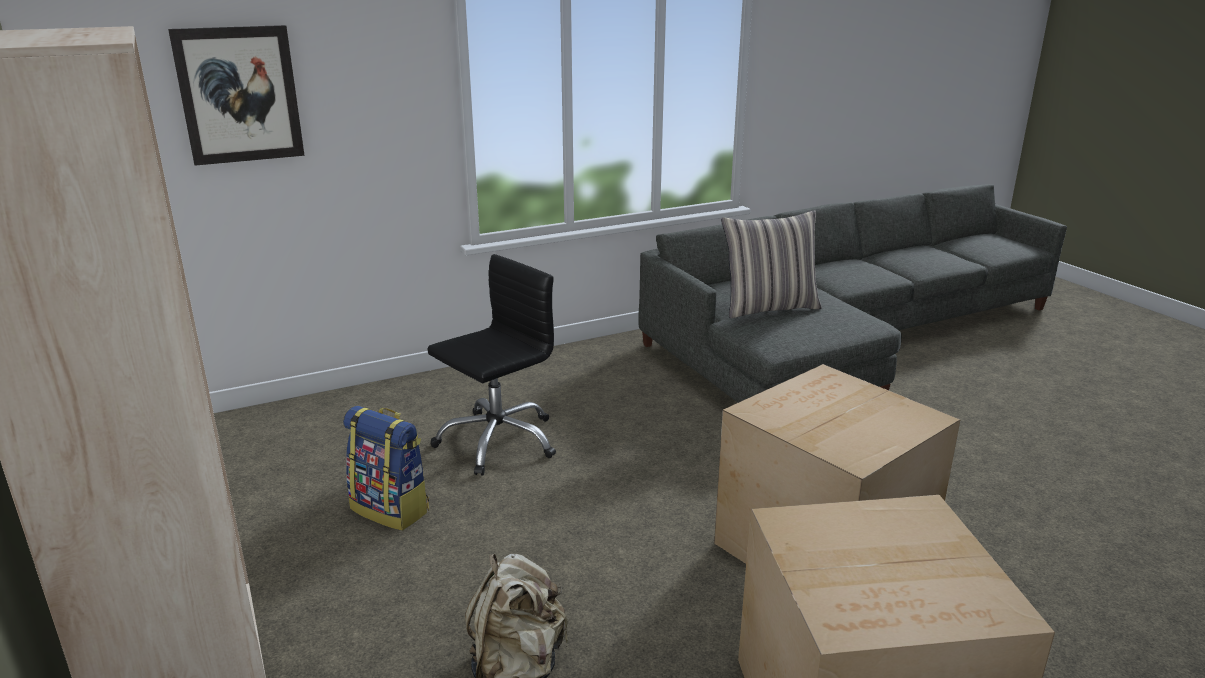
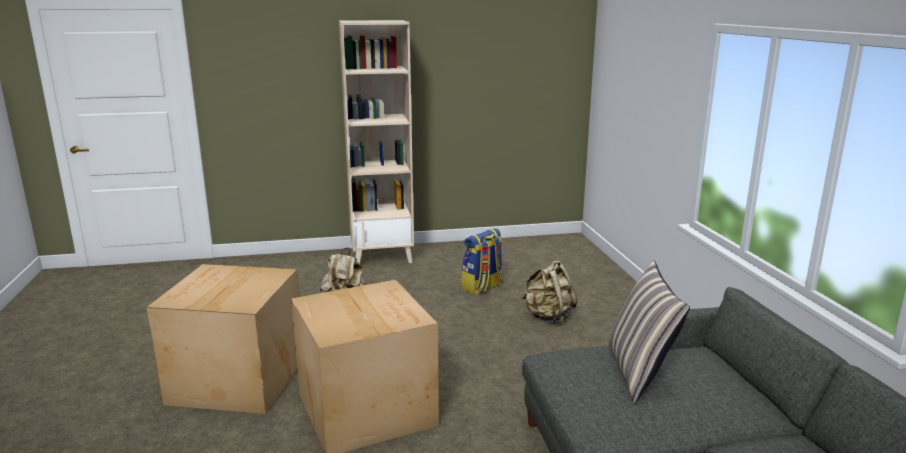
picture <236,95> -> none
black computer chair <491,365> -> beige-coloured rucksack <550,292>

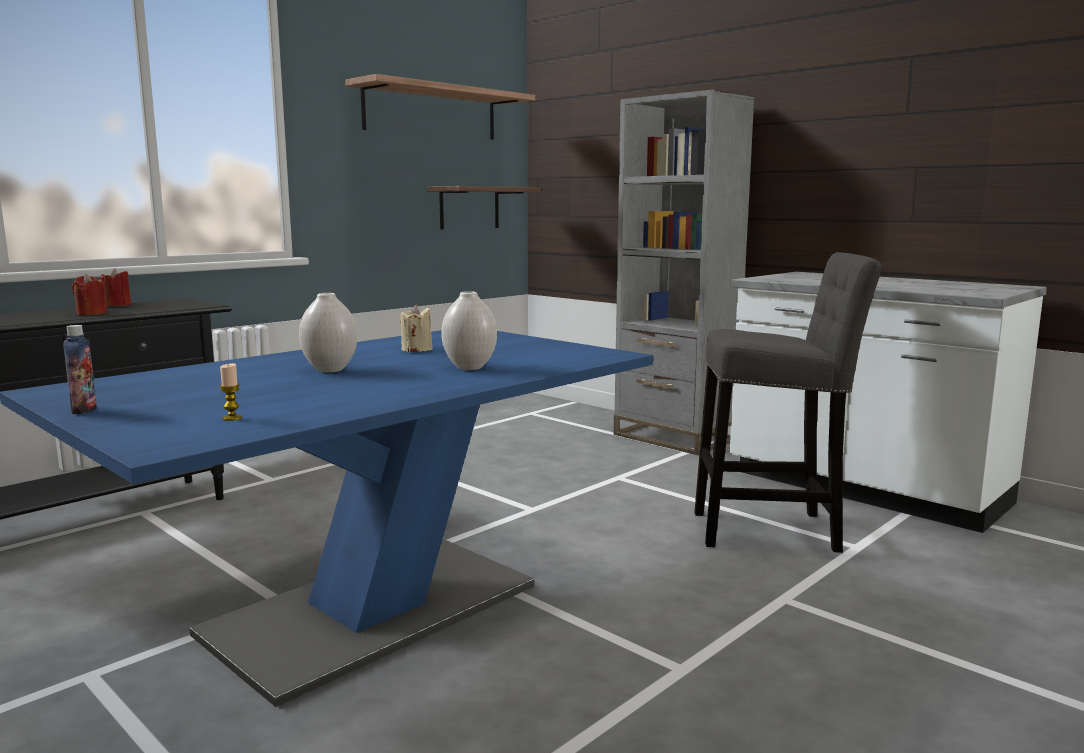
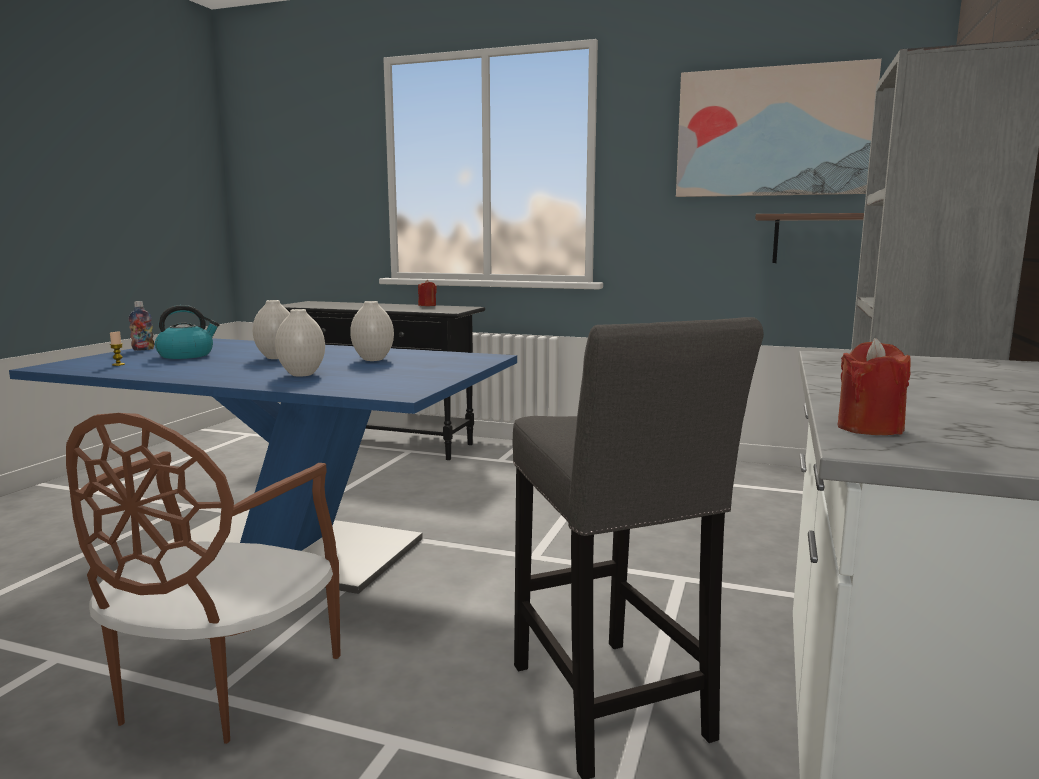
wall shelf <440,107> -> picture <778,128>
red-coloured candle <89,294> -> red-coloured candle <874,386>, moved
beige-coloured candle <416,328> -> white-coloured flower vase <372,331>
none -> water kettle <187,332>
none -> brownish plain chair <203,578>

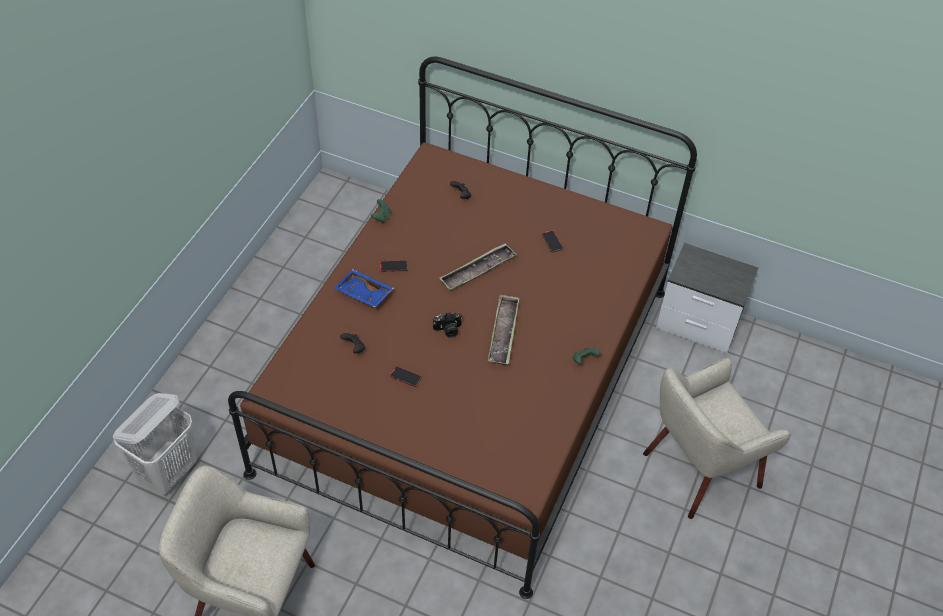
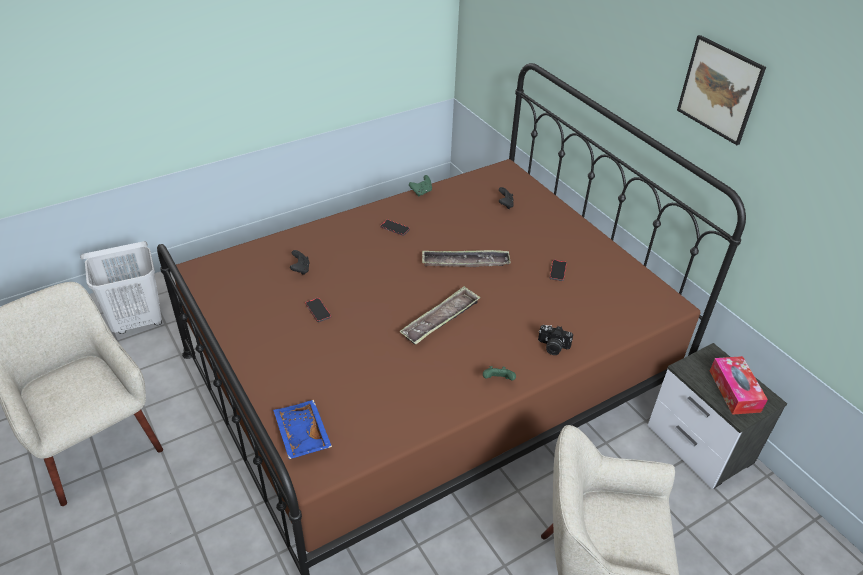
bluish carrying tray <364,288> -> bluish carrying tray <302,429>, moved
photo camera <447,325> -> photo camera <555,340>, moved
none -> picture <721,90>
none -> tissue holder <739,385>

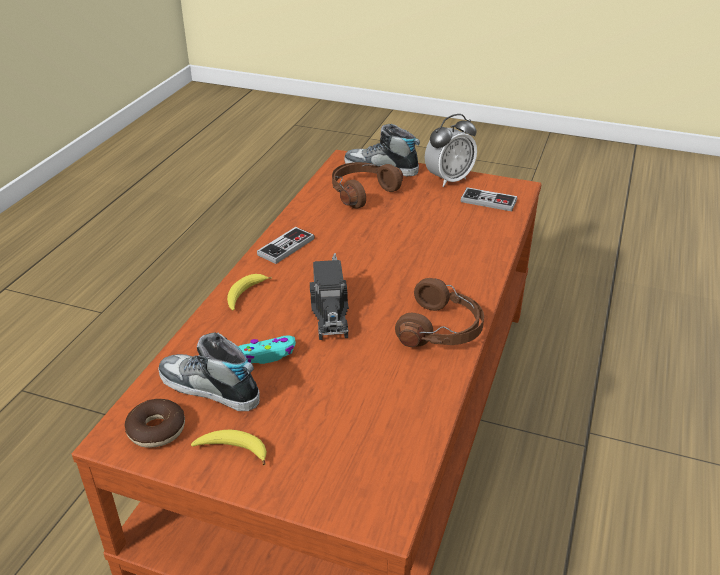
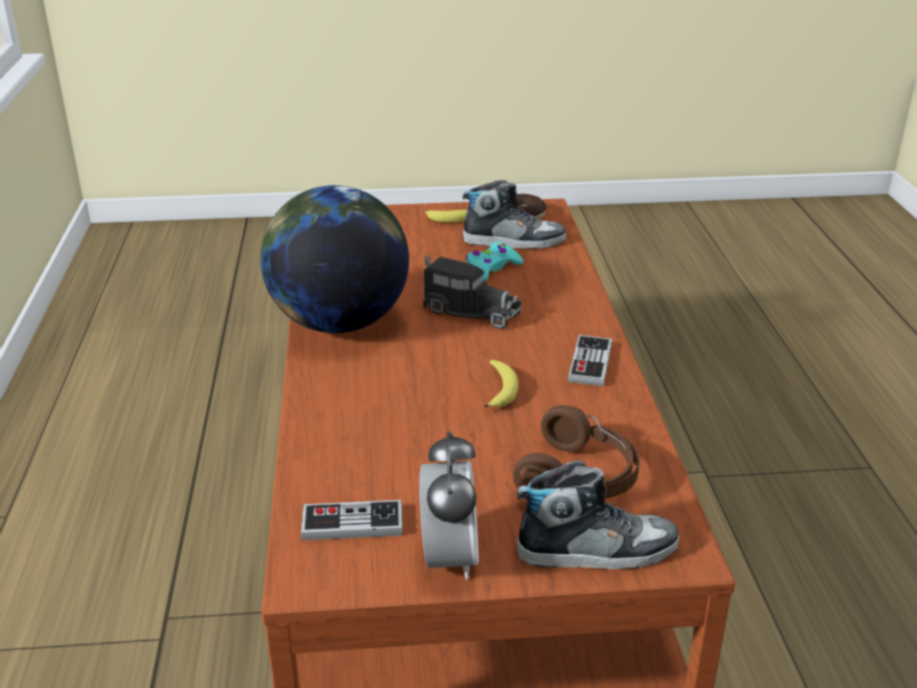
alarm clock <451,150> -> alarm clock <448,505>, 150 degrees clockwise
toy lorry <329,296> -> toy lorry <472,292>, 150 degrees clockwise
banana <249,292> -> banana <500,384>, moved
brownish headset <439,312> -> world globe <334,259>

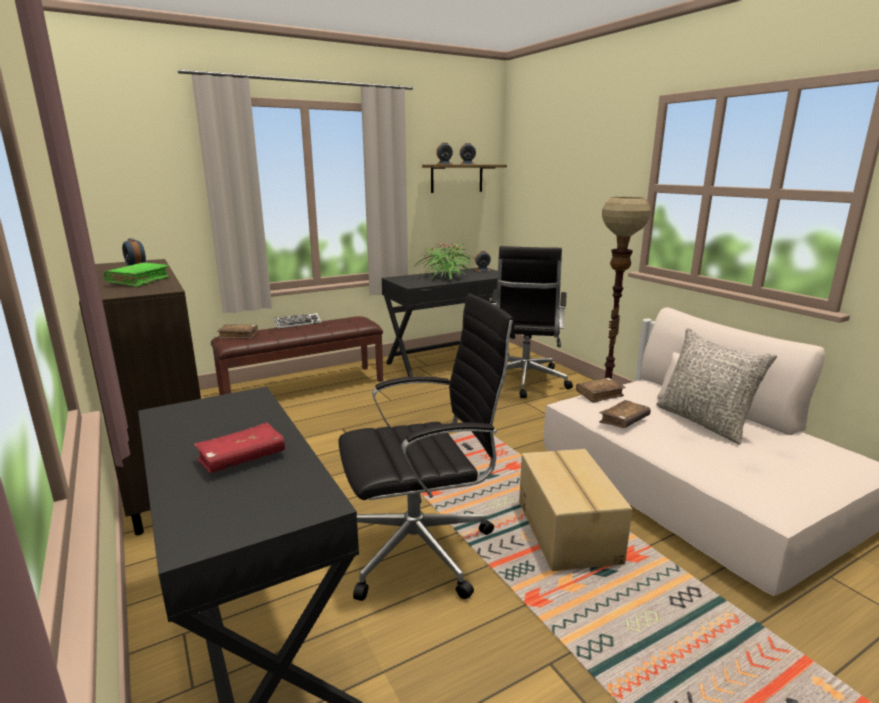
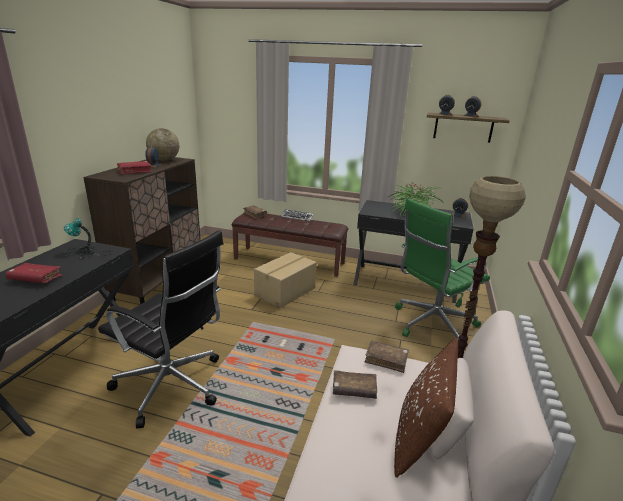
black computer chair <532,322> -> green-coloured computer chair <442,269>
green-coloured bound book <137,274> -> red-coloured bound book <134,168>
greyish cushion <716,386> -> brownish cushion <426,408>
packing box <575,510> -> packing box <285,280>, moved
none -> world globe <162,144>
none -> table lamp <88,238>

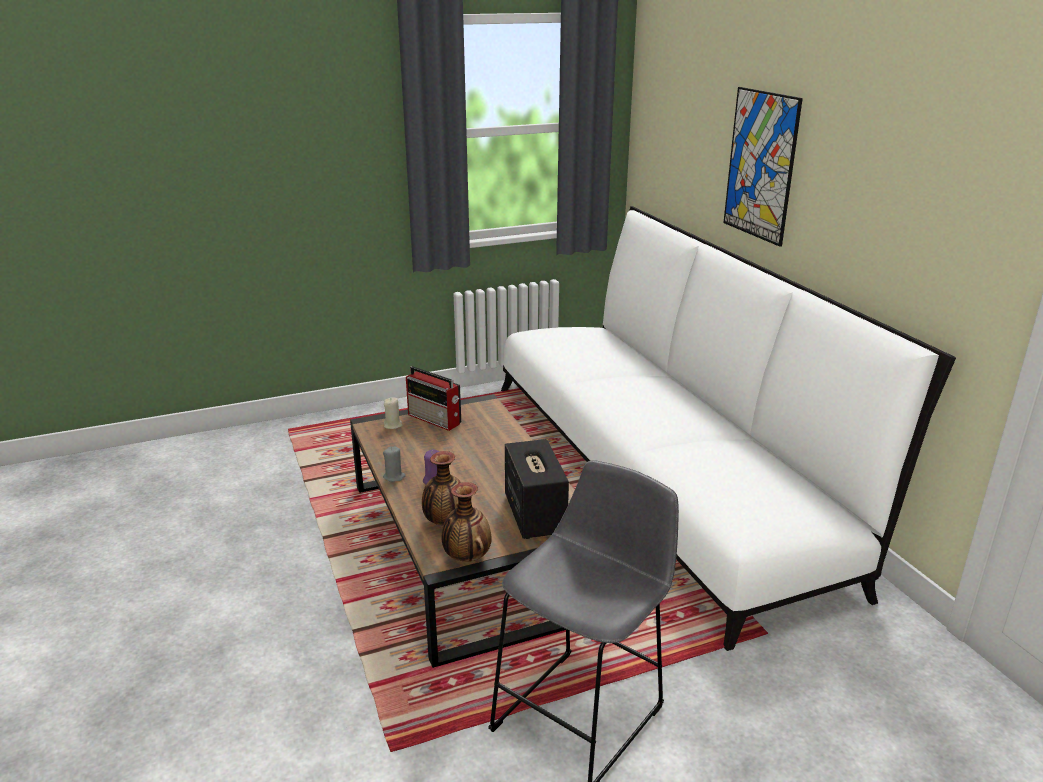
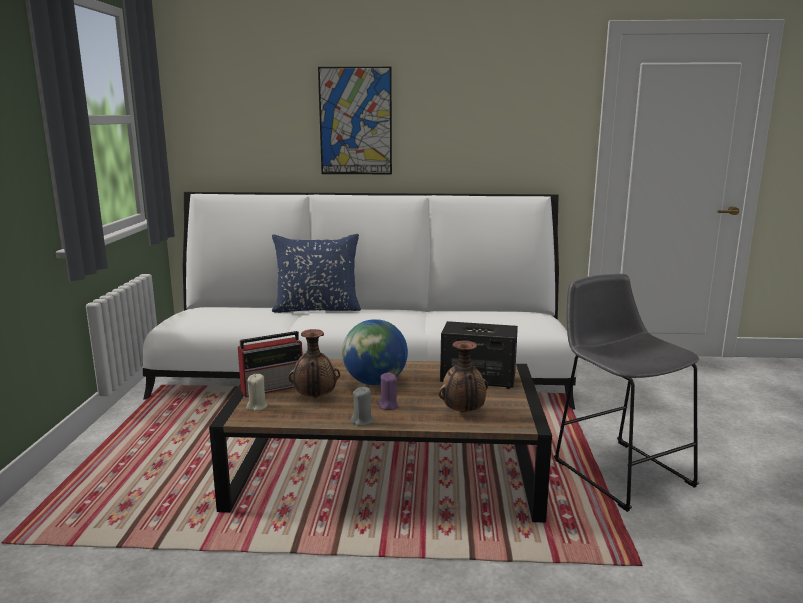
flower vase <467,522> -> flower vase <314,363>, moved
none -> bluish cushion <316,273>
none -> world globe <375,352>

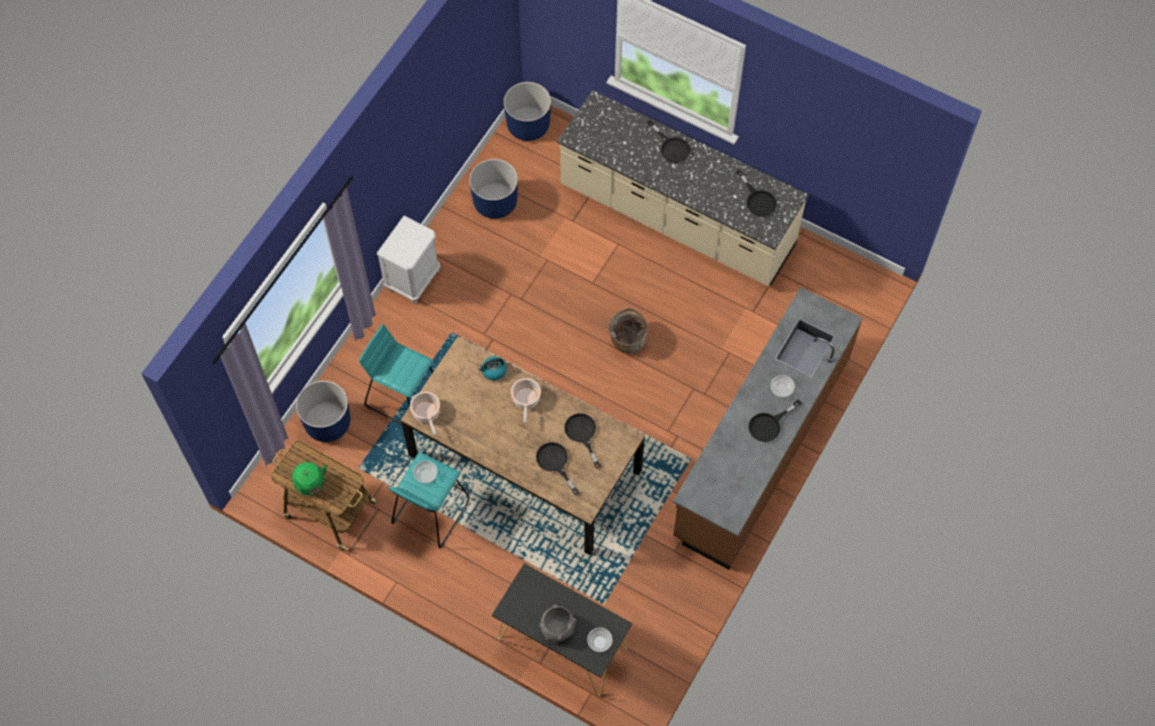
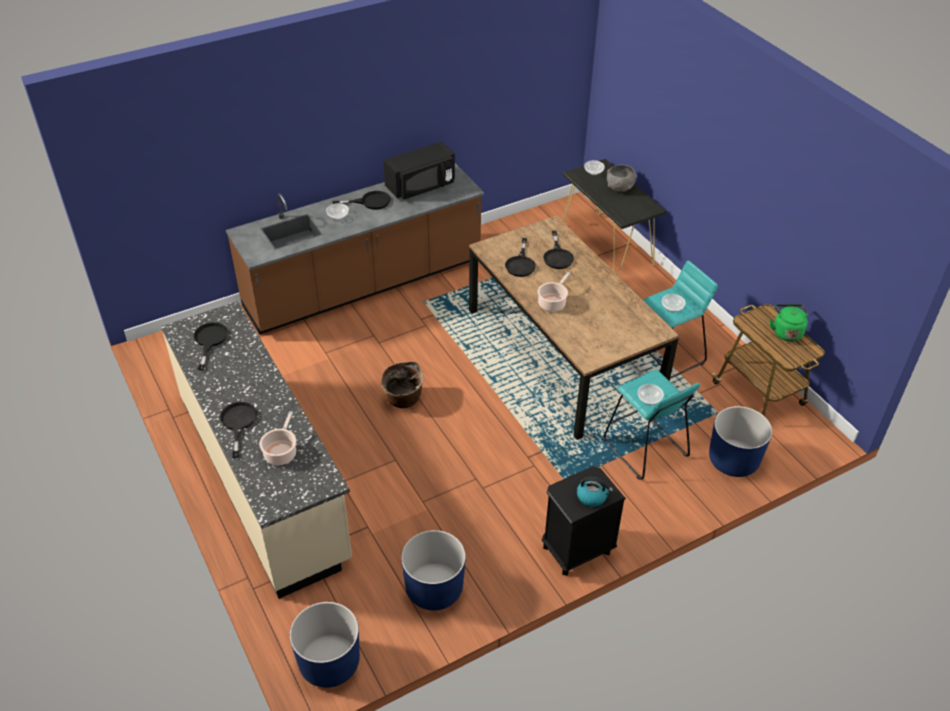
white-coloured night table <408,260> -> black night table <584,521>
water kettle <492,369> -> water kettle <595,492>, moved
stockpot <425,413> -> stockpot <277,438>, moved
none -> black microwave <419,170>
none -> deep dish <651,394>

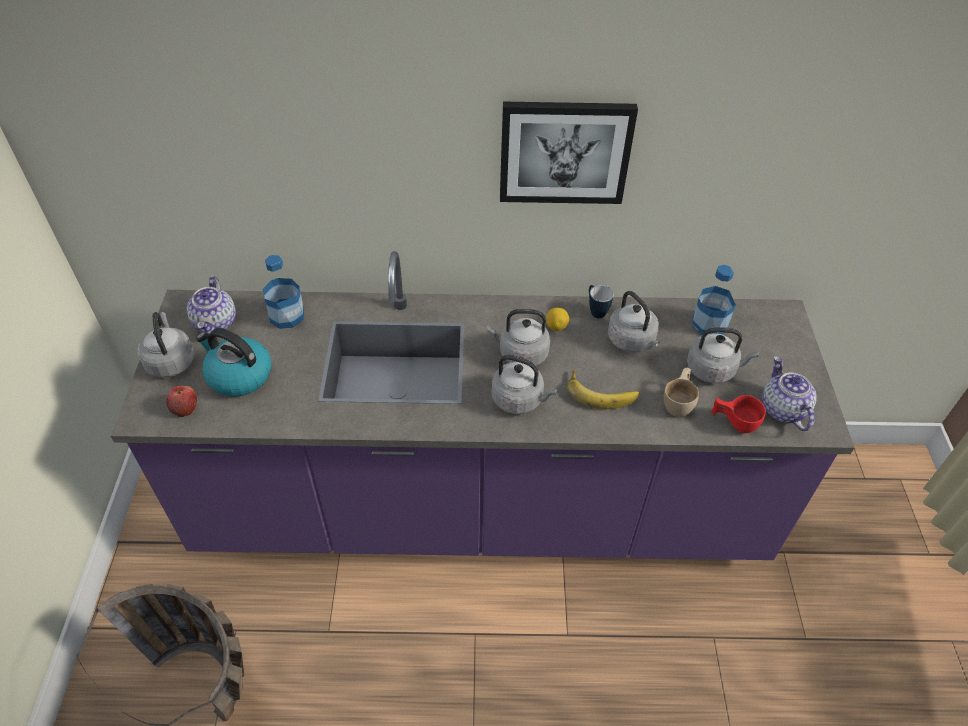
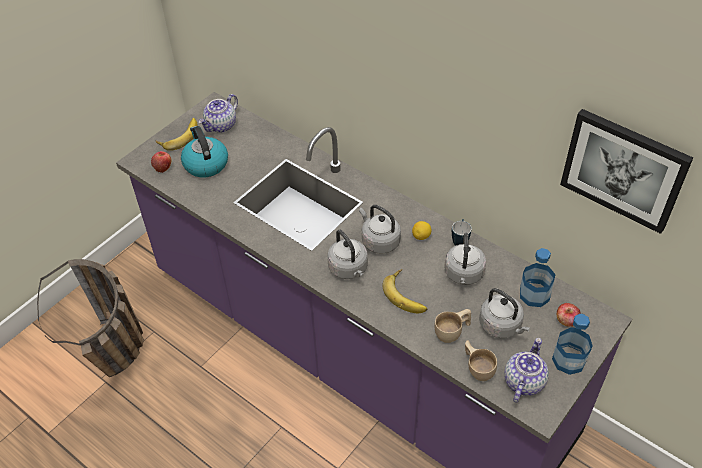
picture <569,153> -> picture <626,171>, moved
bottle <283,292> -> bottle <572,344>, moved
greyish water kettle <165,345> -> banana <176,134>
red-coloured drinking cup <739,414> -> beige-coloured drinking cup <481,360>
none -> apple fruit <569,315>

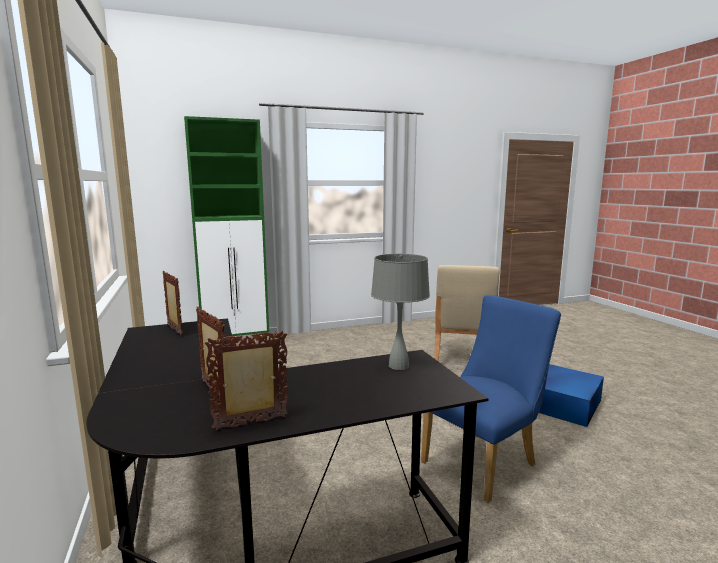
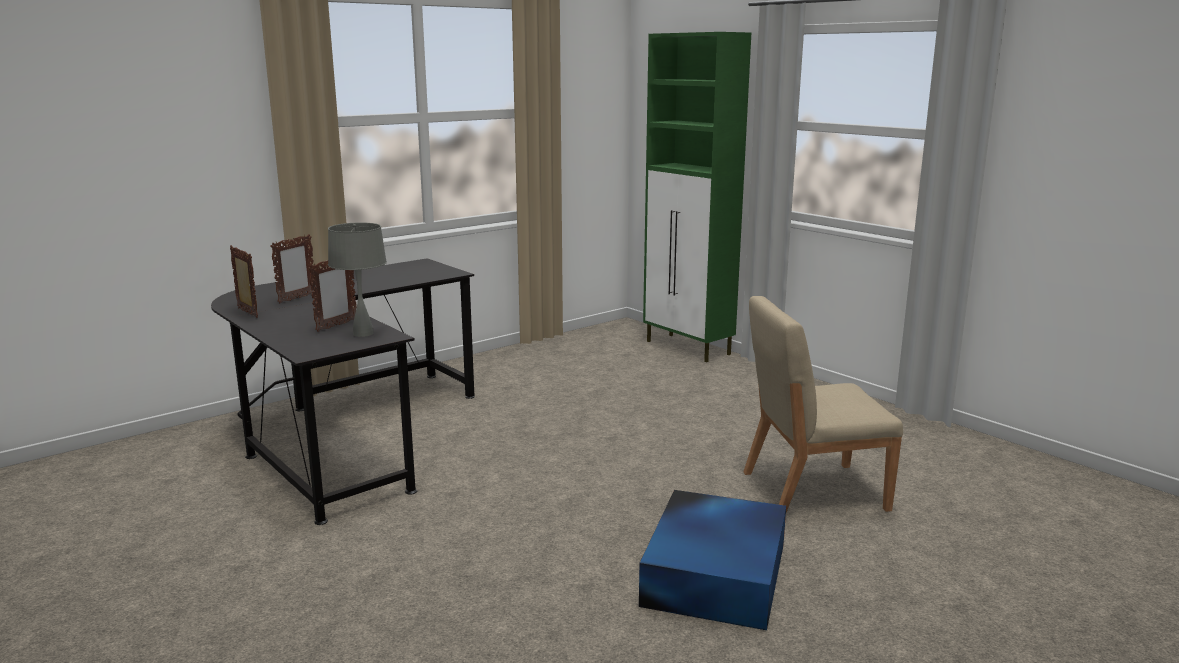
picture frame <173,303> -> picture frame <332,296>, moved
bluish plain chair <491,399> -> none

